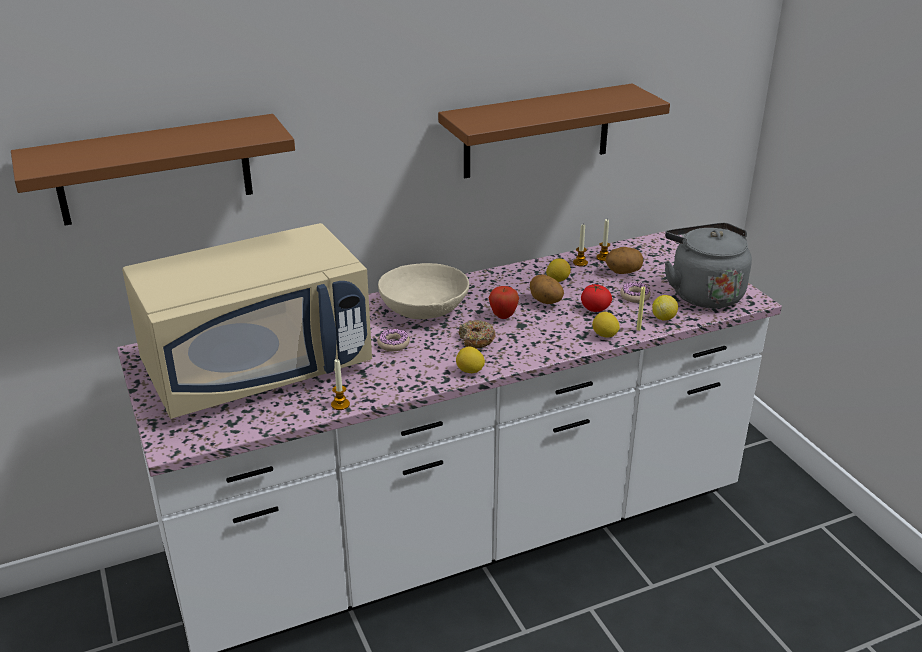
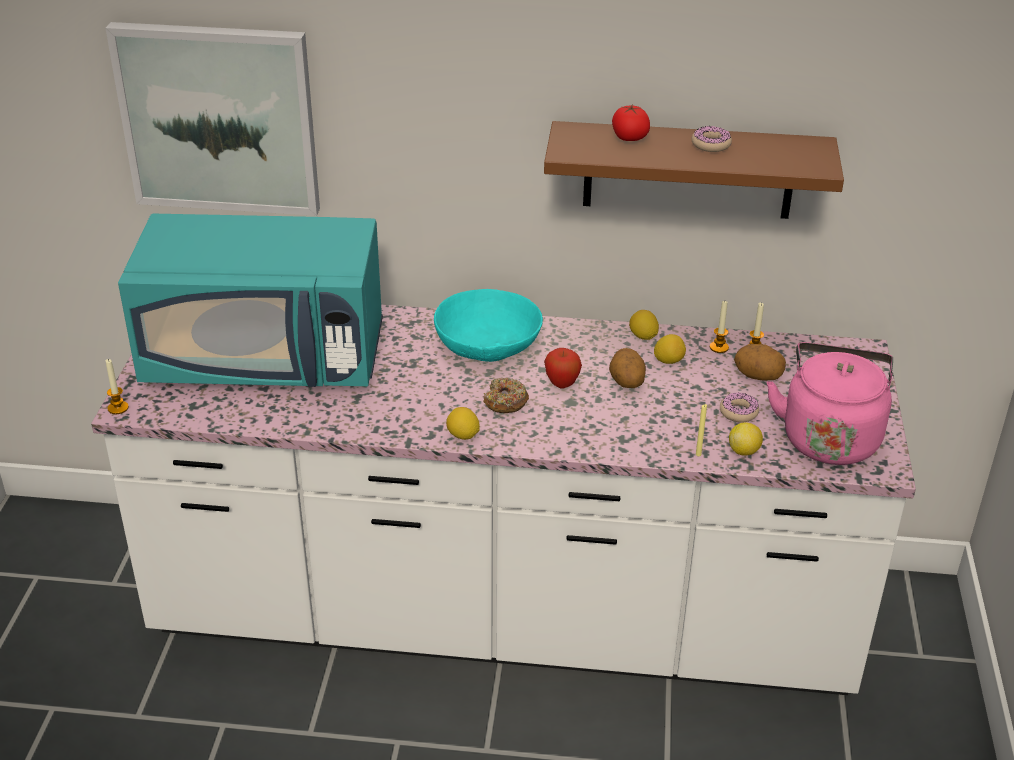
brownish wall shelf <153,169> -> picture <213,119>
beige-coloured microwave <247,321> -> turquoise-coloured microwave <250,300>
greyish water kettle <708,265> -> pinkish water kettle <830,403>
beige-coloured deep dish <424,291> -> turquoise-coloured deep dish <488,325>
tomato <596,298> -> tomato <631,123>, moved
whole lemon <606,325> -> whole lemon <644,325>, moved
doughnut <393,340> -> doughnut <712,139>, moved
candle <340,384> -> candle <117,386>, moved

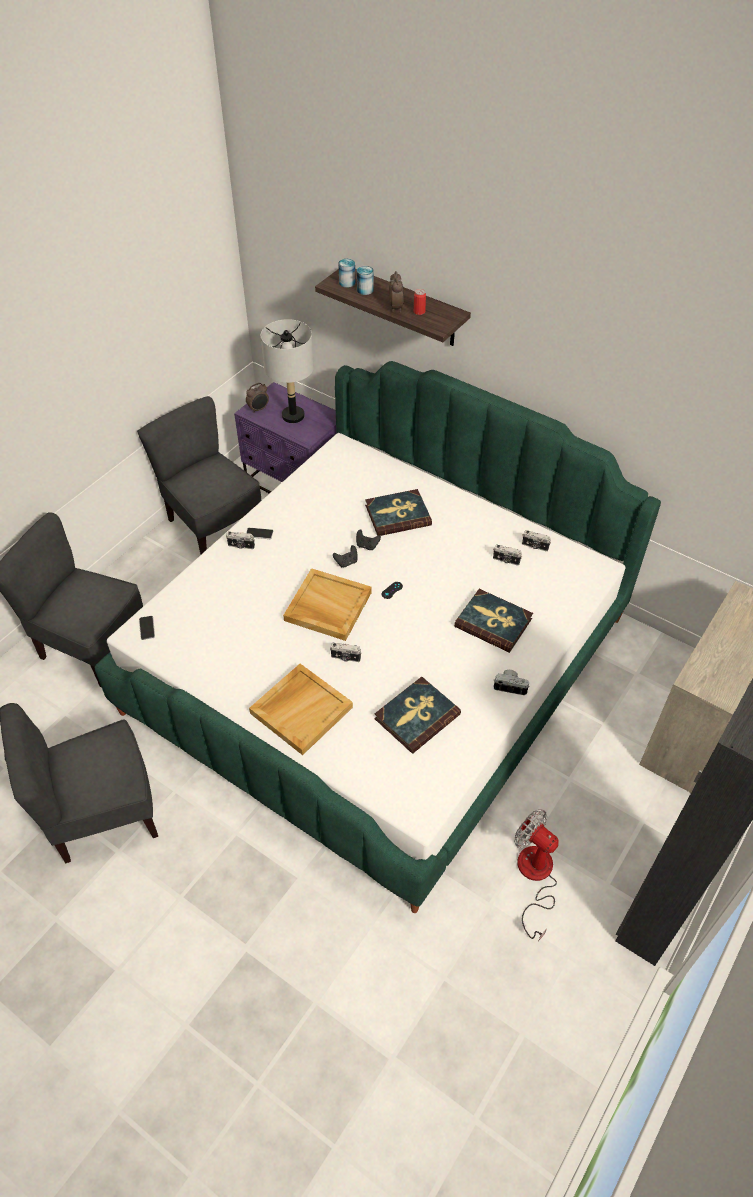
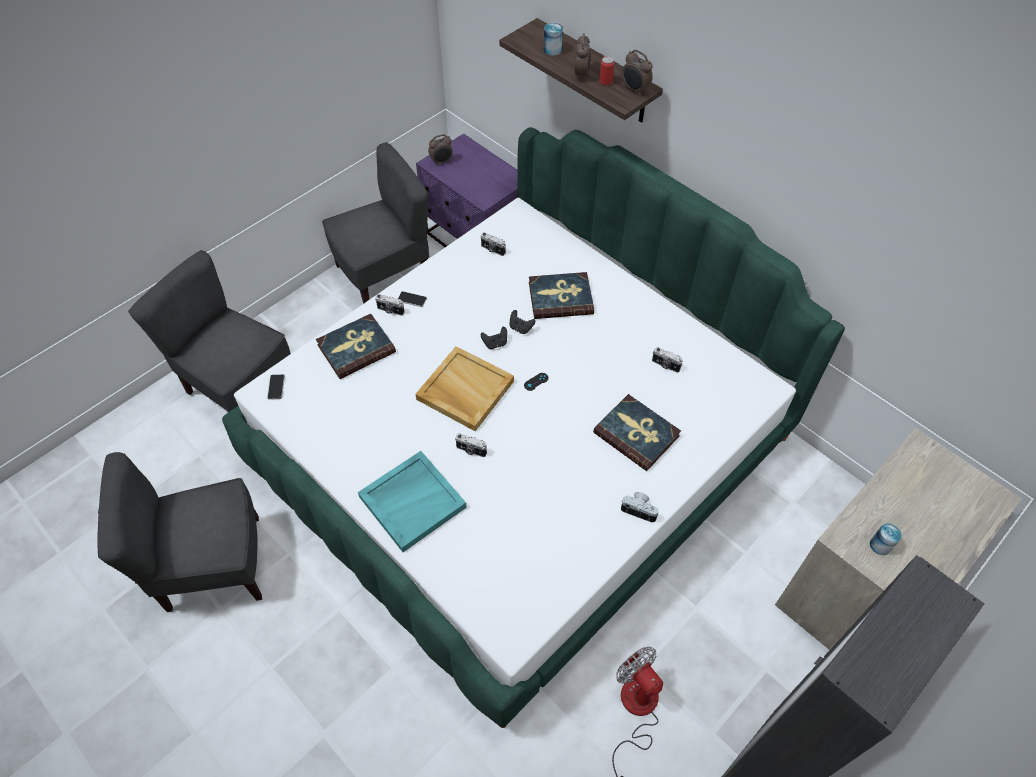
metal can <346,273> -> metal can <886,539>, moved
greyish table lamp <287,371> -> none
greyish plain chair <199,475> -> greyish plain chair <375,223>, 90 degrees clockwise
photo camera <536,540> -> photo camera <493,244>, moved
beige-coloured carrying tray <301,709> -> turquoise-coloured carrying tray <412,501>
bound book <417,715> -> bound book <356,346>, moved
none -> alarm clock <637,73>

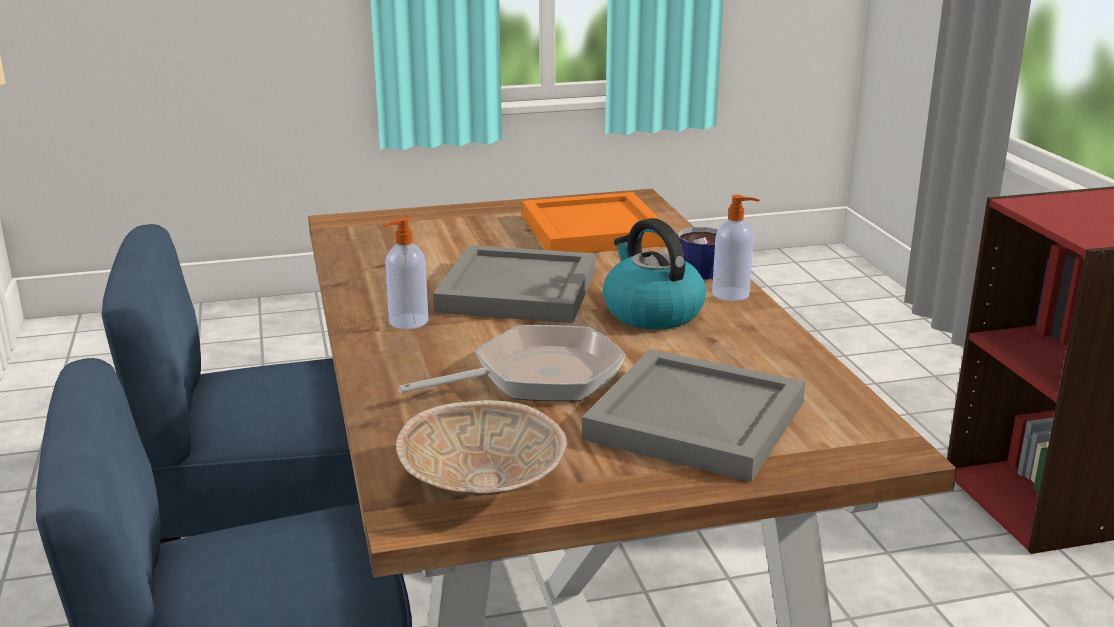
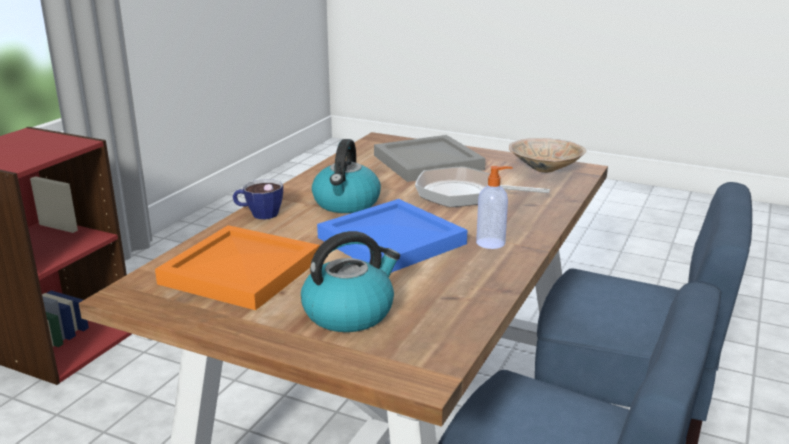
soap dispenser <736,248> -> none
greyish carrying tray <514,284> -> bluish carrying tray <392,236>
none -> water kettle <350,281>

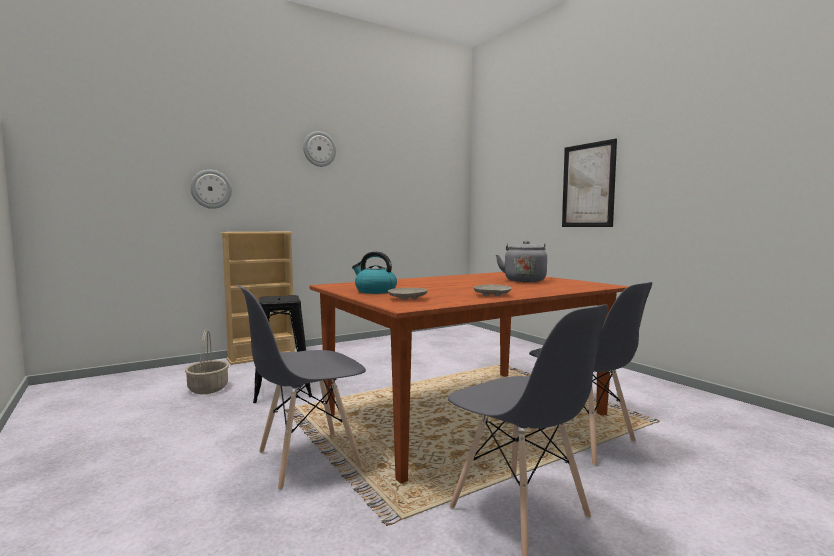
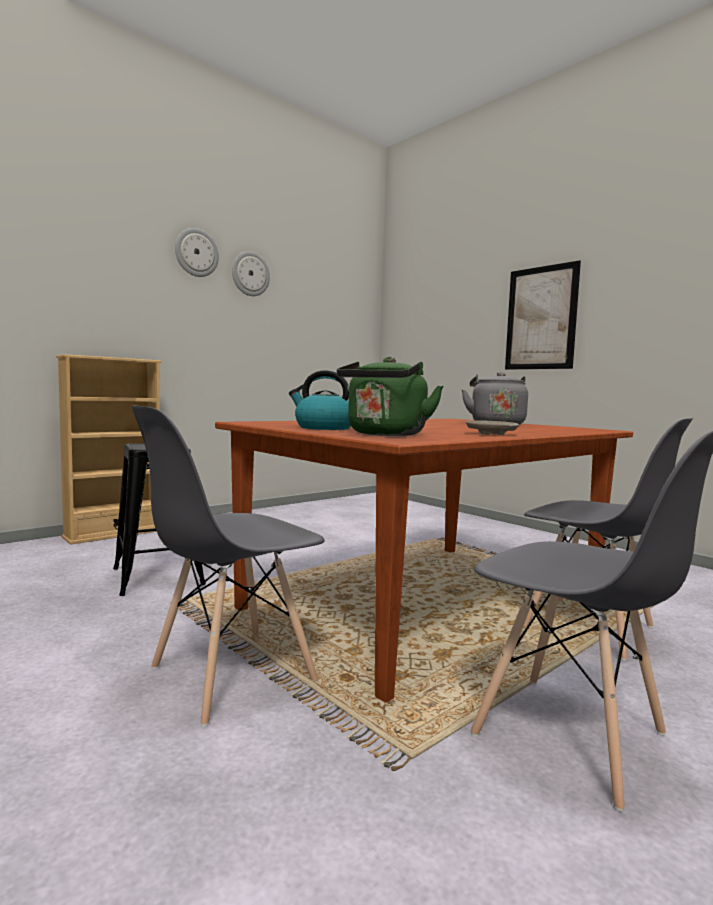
wall clock <211,189> -> wall clock <251,273>, moved
beige-coloured dinner plate <408,294> -> green-coloured water kettle <390,396>
basket <207,362> -> none

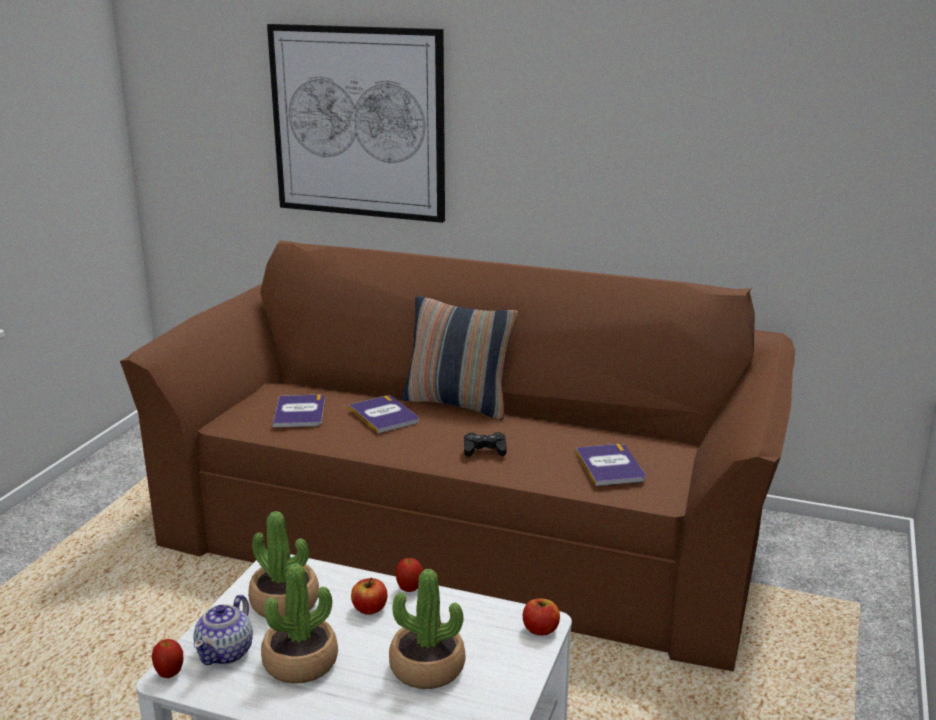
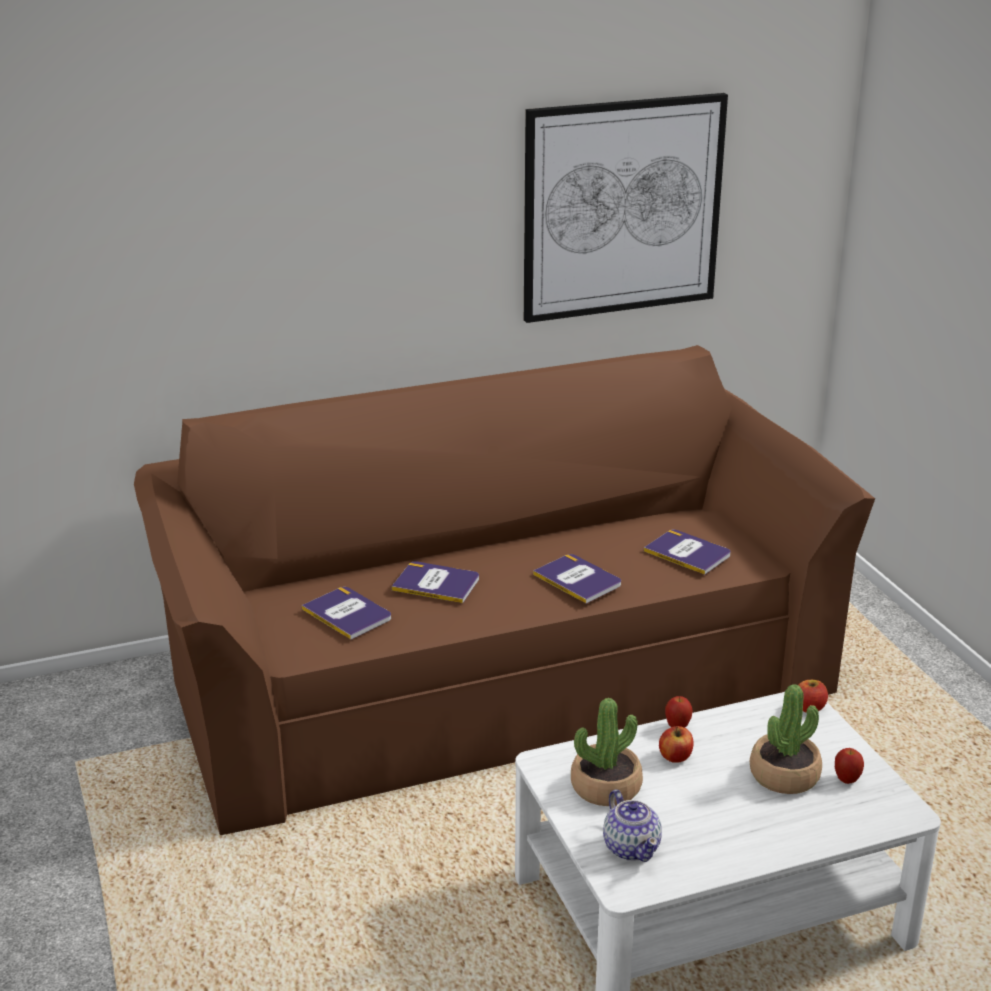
picture <356,123> -> picture <626,208>, moved
cushion <460,358> -> none
black joypad <485,444> -> bound book <577,579>
potted plant <299,623> -> none
apple fruit <167,658> -> apple fruit <849,766>, moved

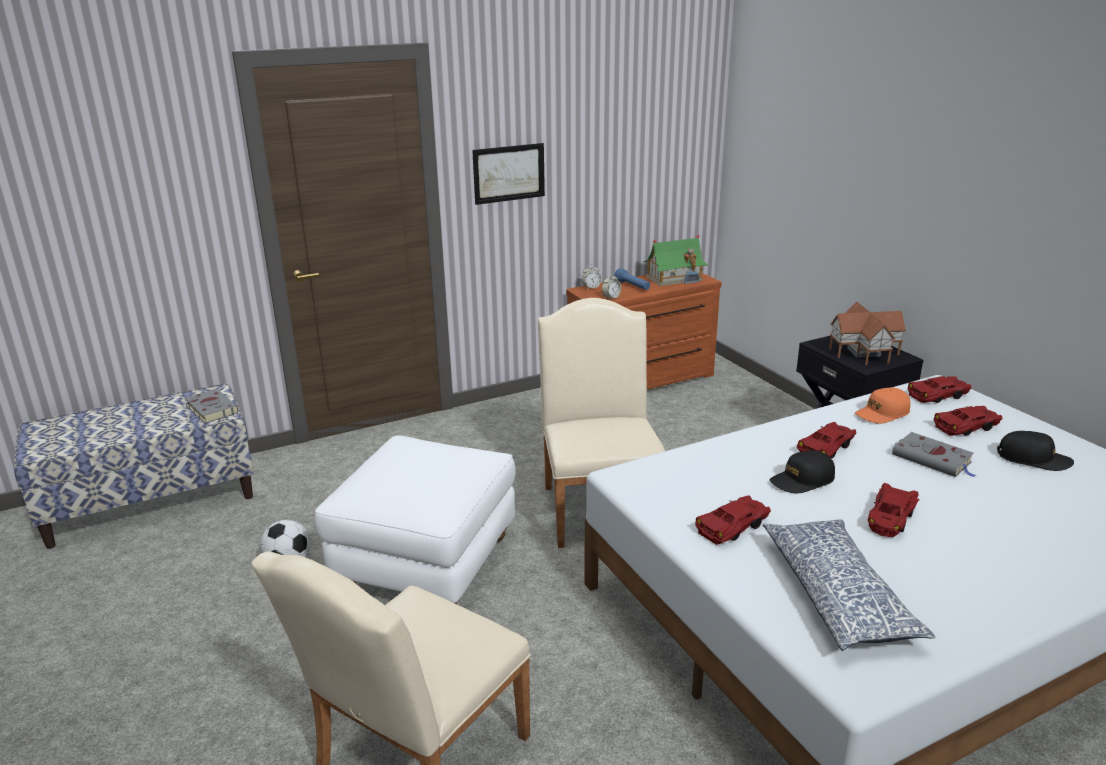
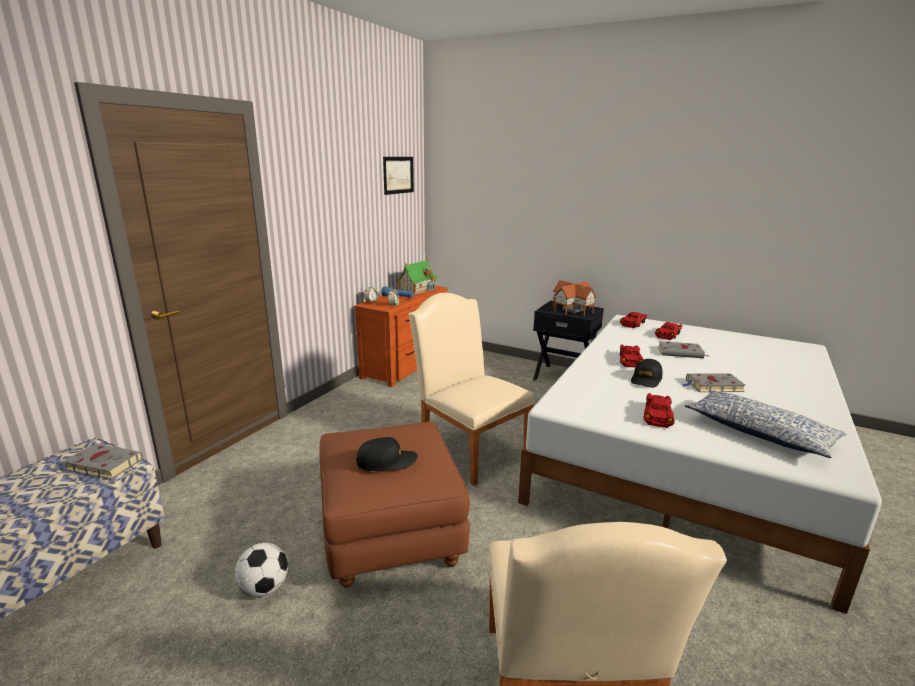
picture <508,174> -> picture <398,176>, moved
orangey baseball cap <882,405> -> none
black baseball cap <1035,451> -> black baseball cap <386,454>, moved
white-coloured ottoman <414,519> -> brownish ottoman <394,505>
red-coloured miniature car <894,510> -> greyish bound book <713,382>

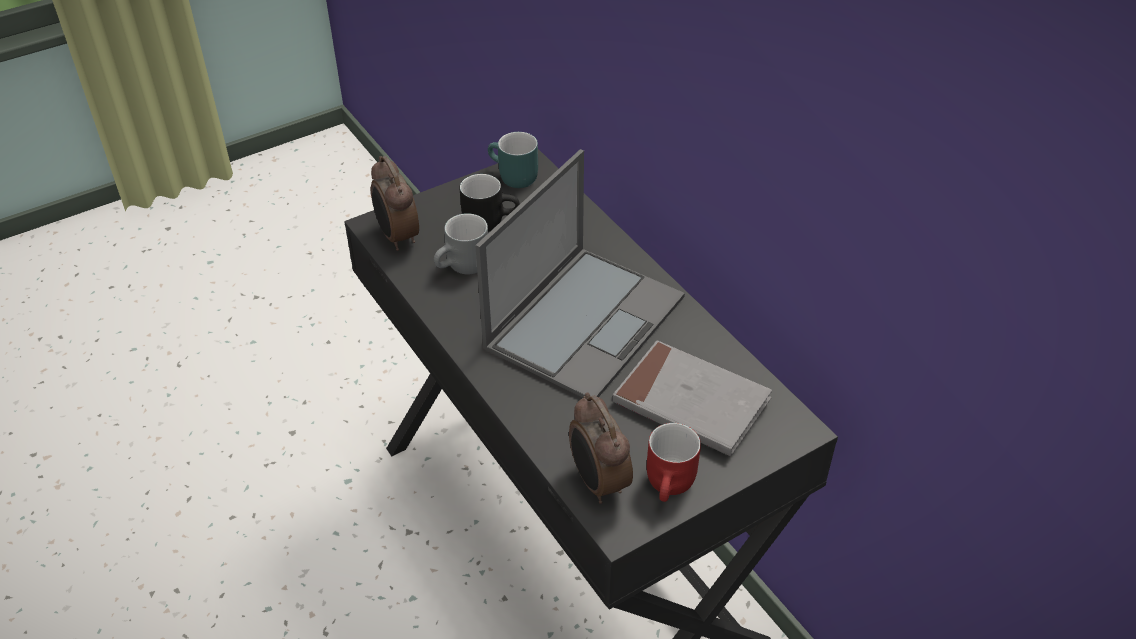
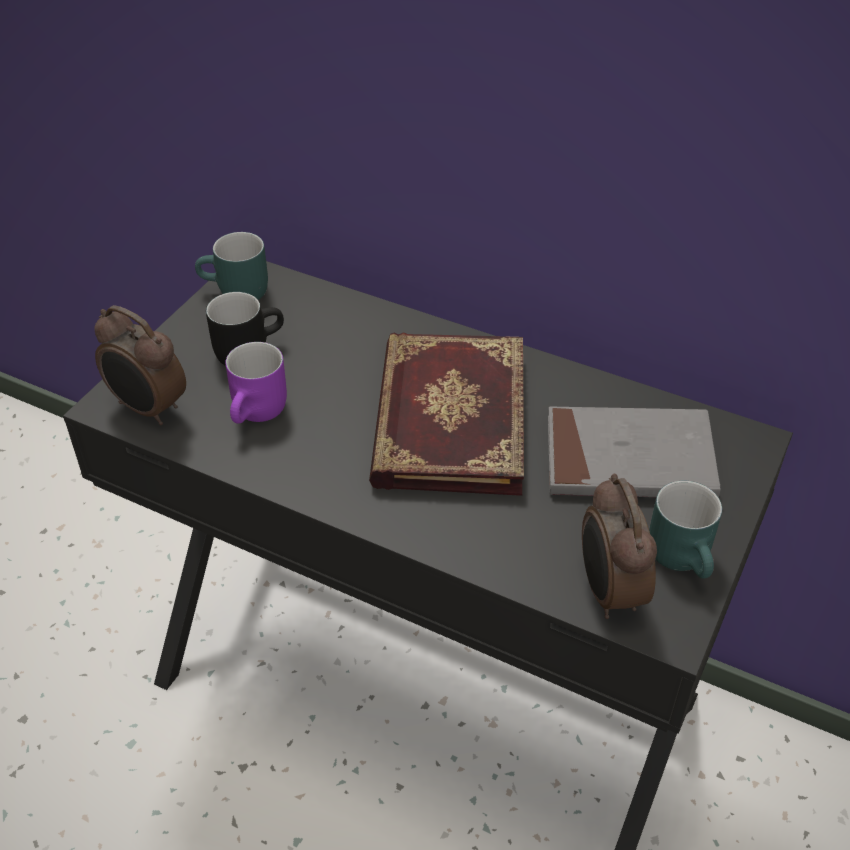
notebook computer <580,273> -> bound book <446,414>
greyish coffee mug <461,243> -> purple coffee mug <256,383>
alarm clock <601,448> -> alarm clock <619,546>, 45 degrees clockwise
red-coloured coffee mug <674,462> -> turquoise-coloured coffee mug <685,530>

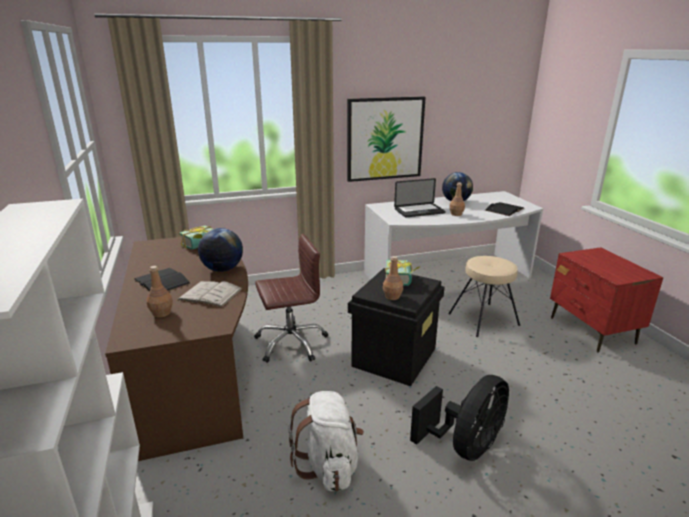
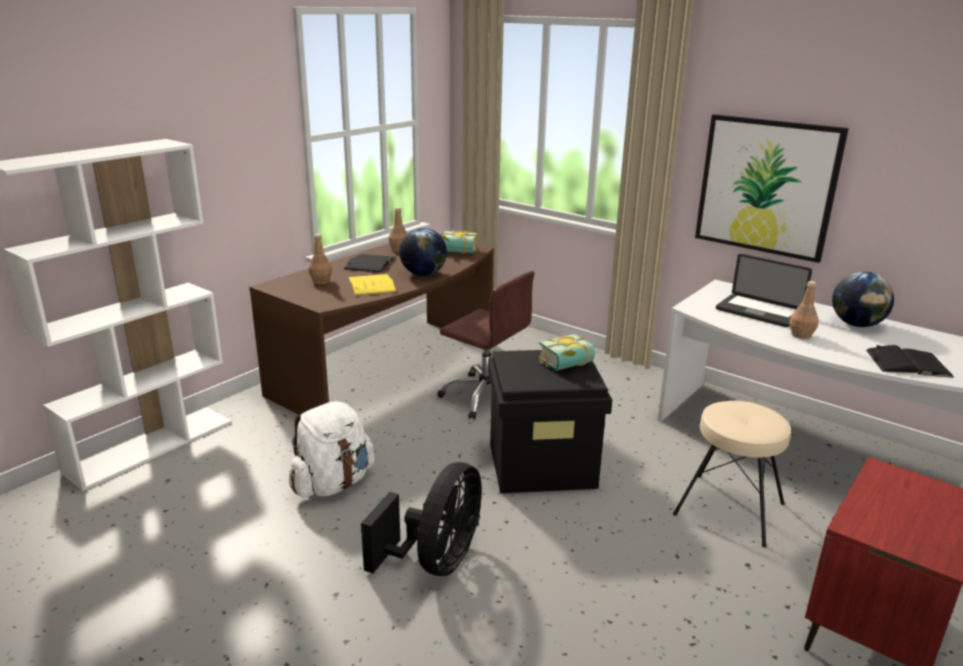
brownish bottle <393,278> -> brownish bottle <398,229>, moved
white-coloured bound book <210,294> -> yellowish bound book <372,285>
black cooling fan <459,418> -> black cooling fan <421,519>, 75 degrees counterclockwise

